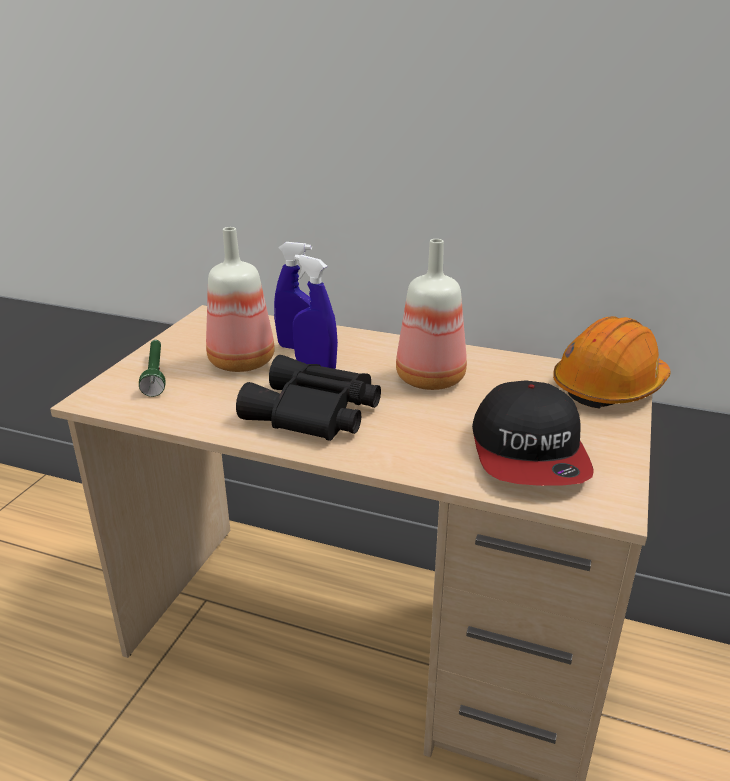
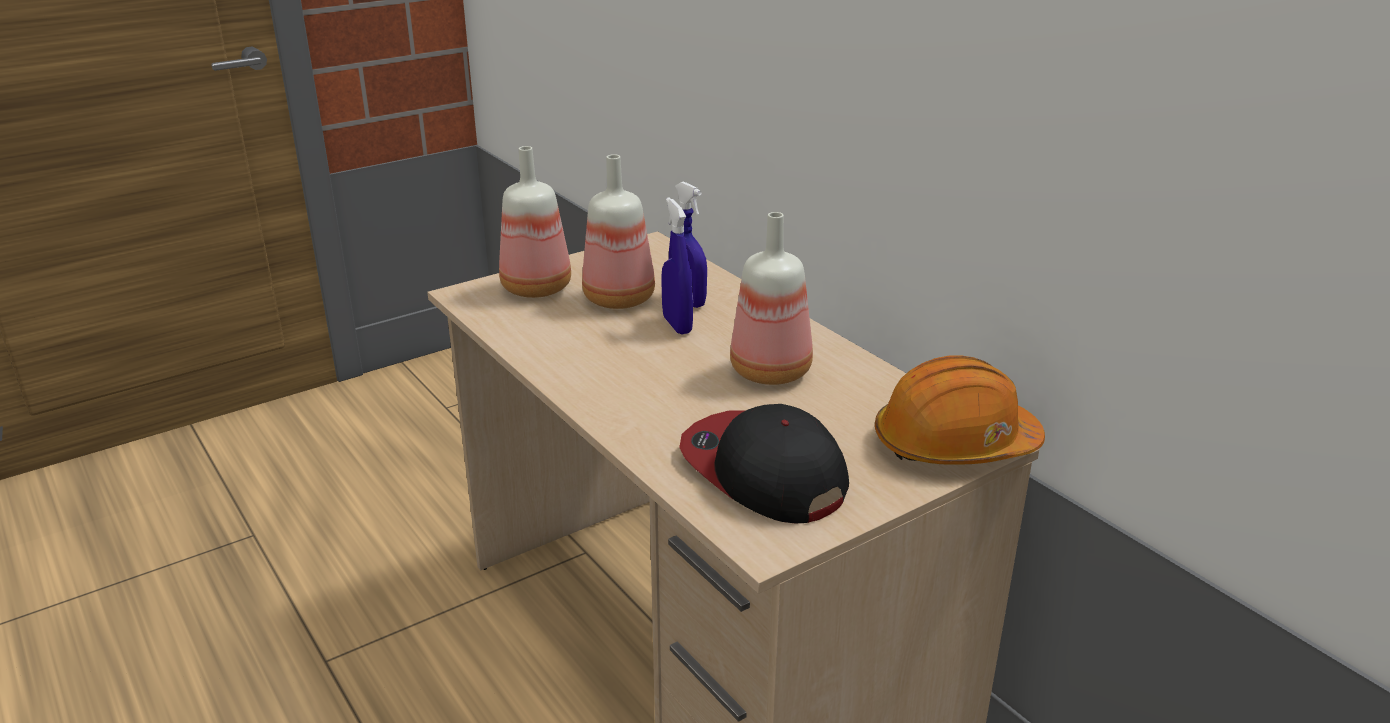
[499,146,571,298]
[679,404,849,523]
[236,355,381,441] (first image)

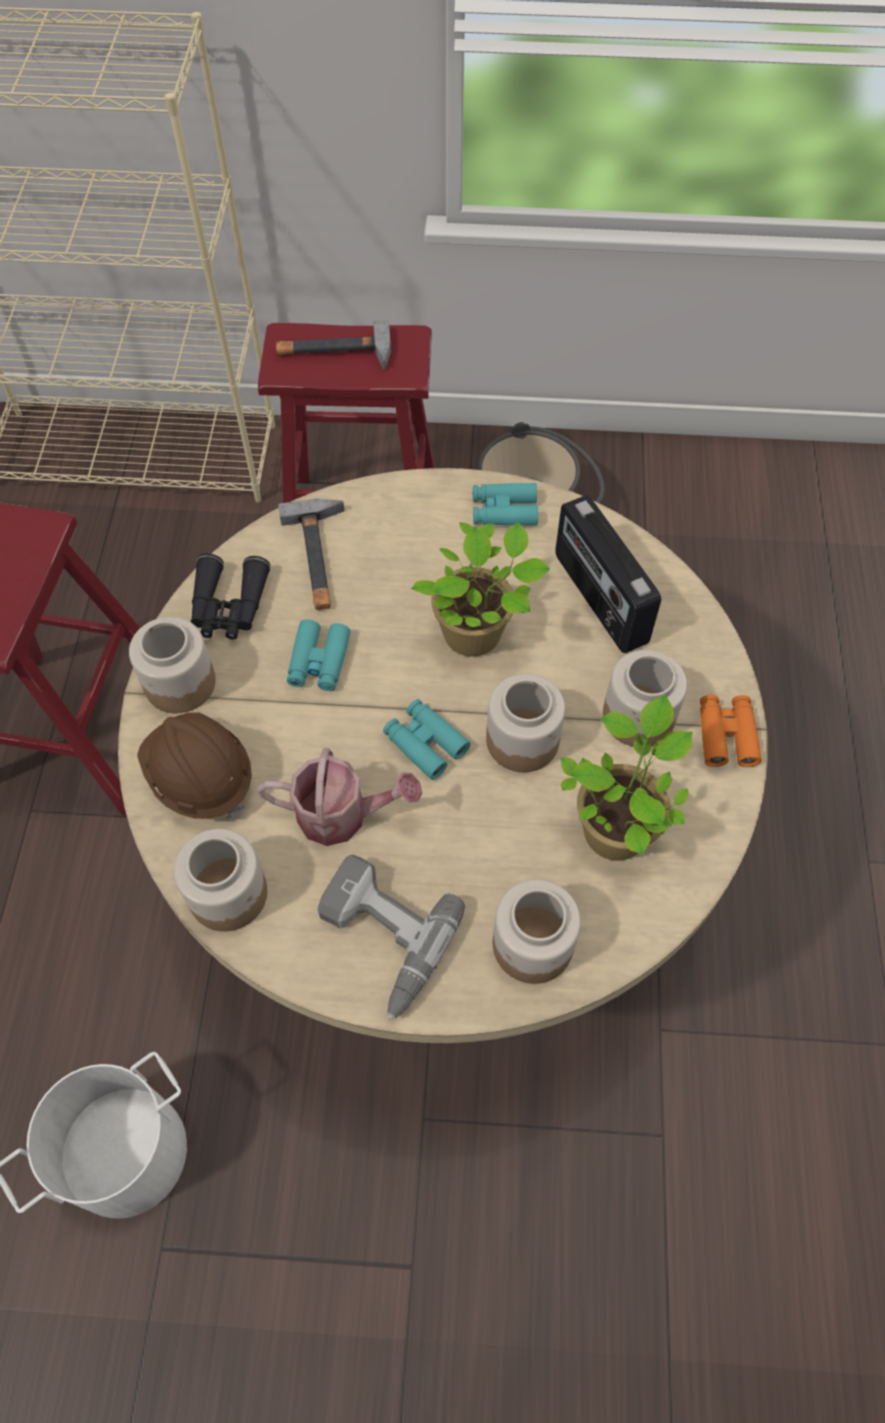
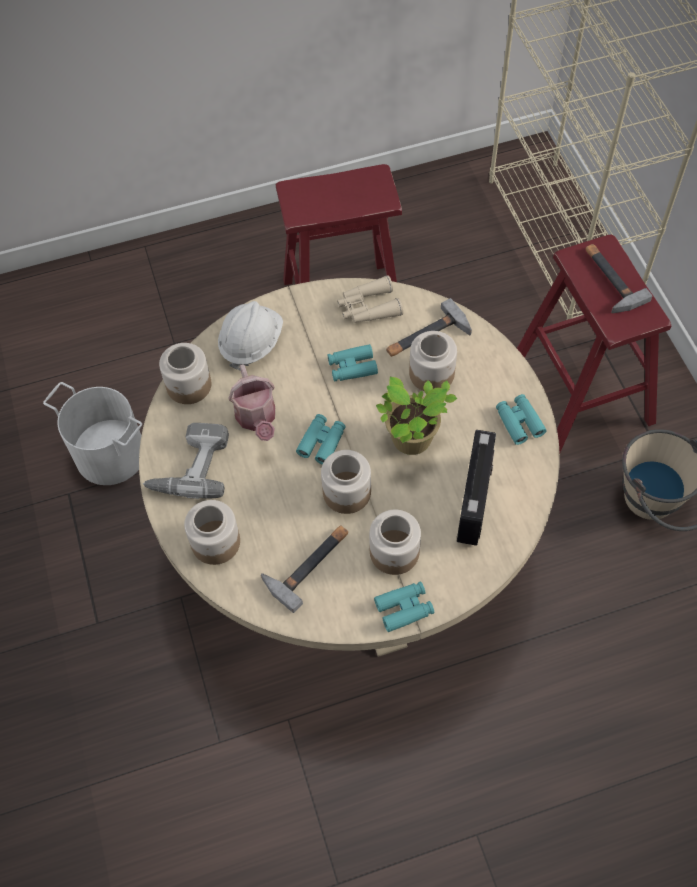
[218,301,283,370]
[261,525,348,613]
[337,275,403,323]
[374,582,434,632]
[409,331,457,391]
[457,430,496,546]

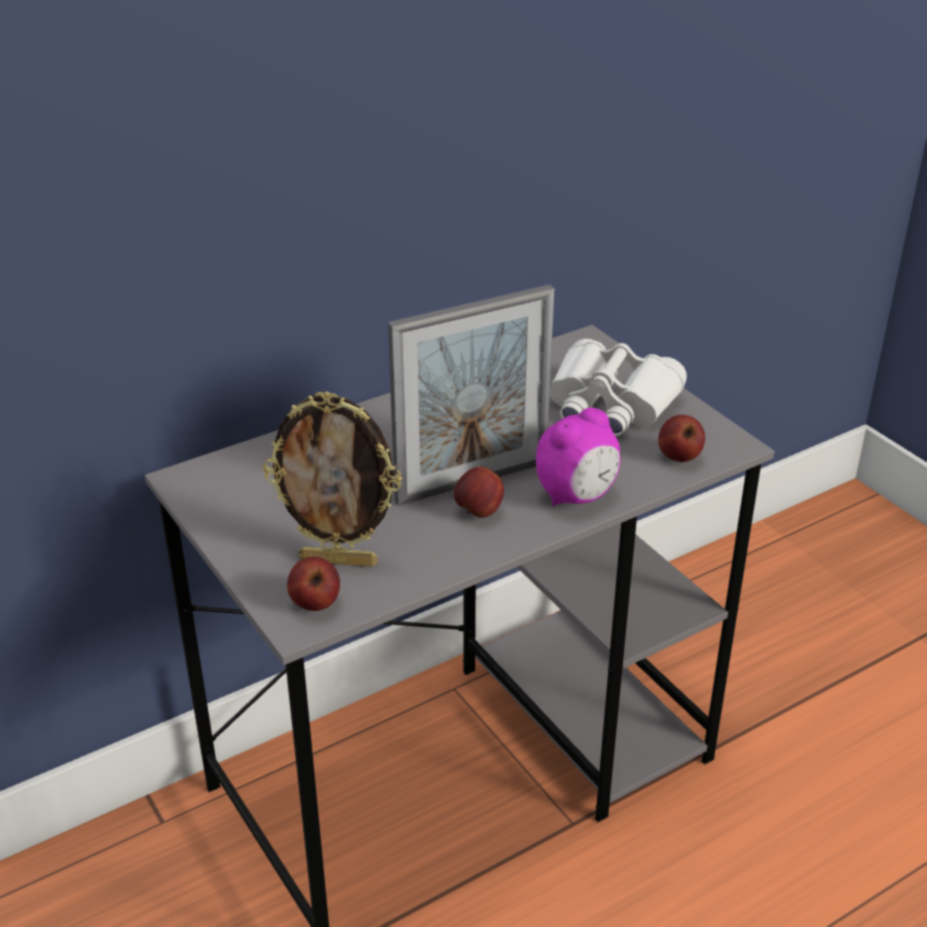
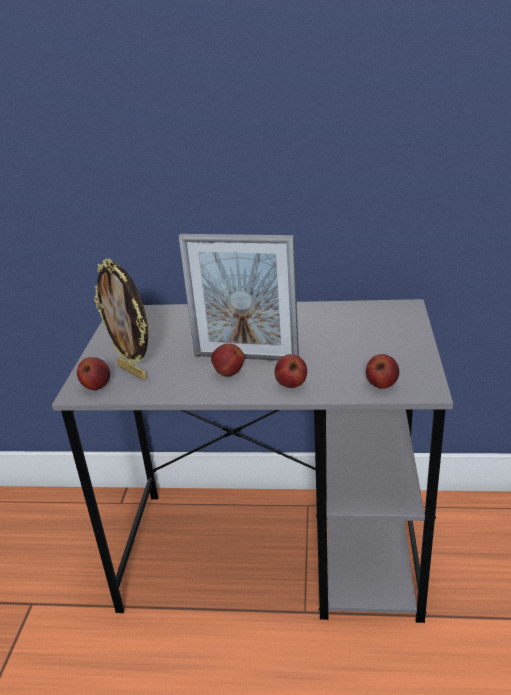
[275,354,307,388]
[550,339,687,436] (first image)

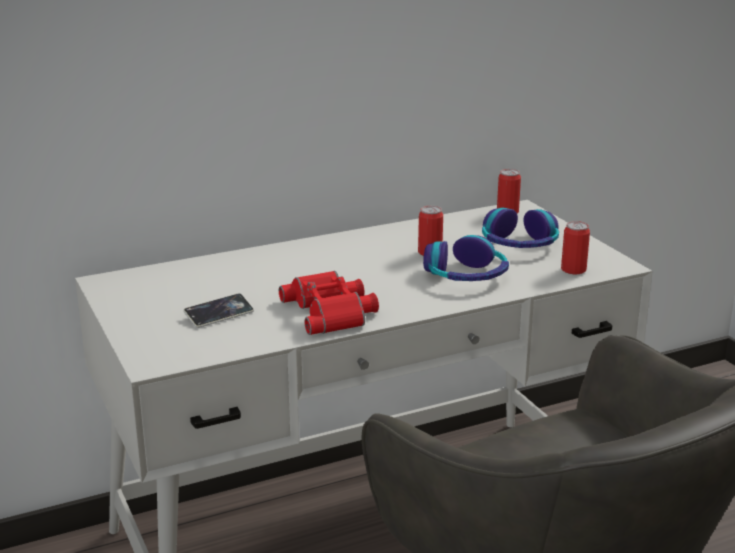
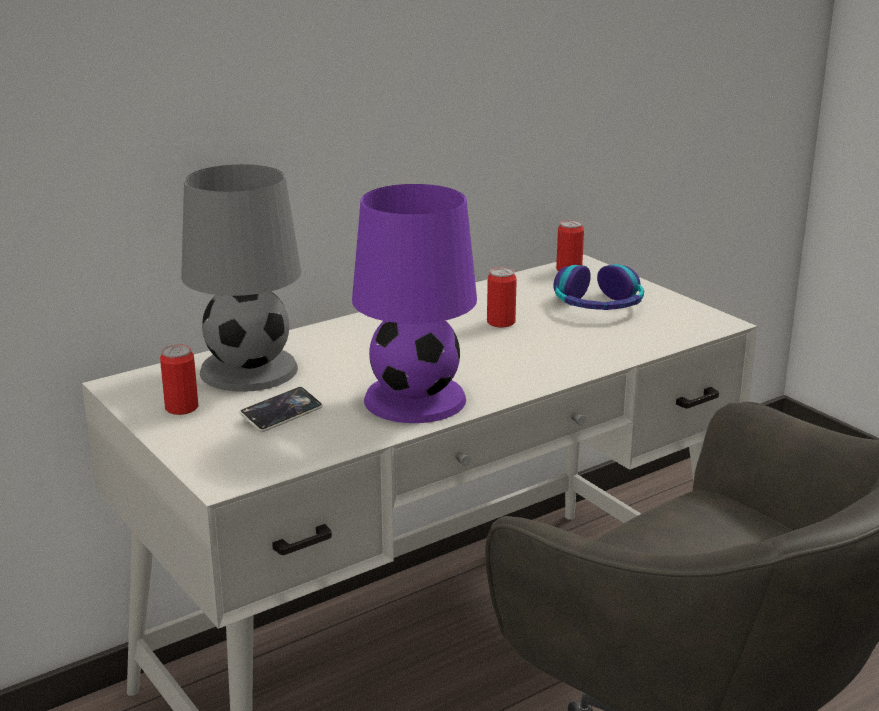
[160,344,199,415]
[181,164,301,392]
[352,184,477,423]
[423,235,509,281] (first image)

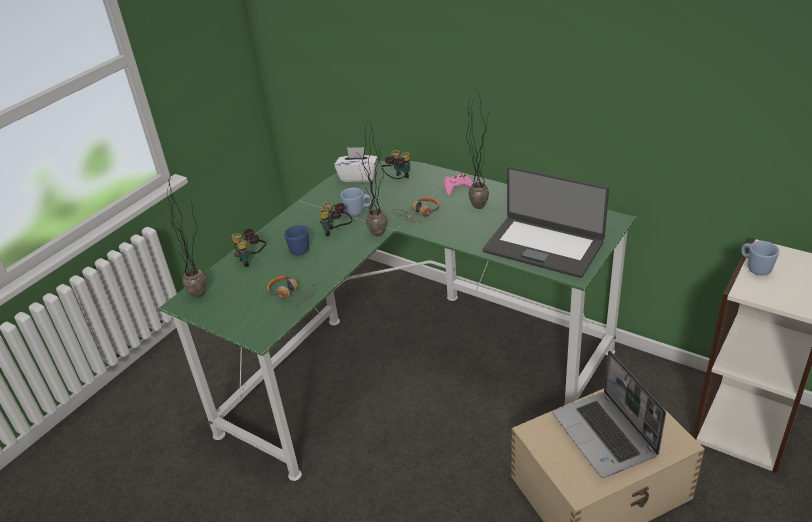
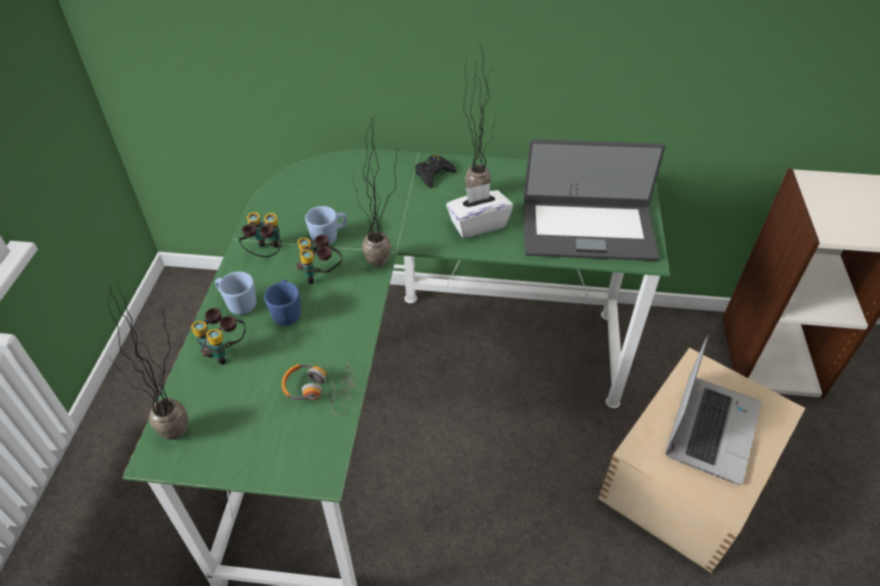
[215,272,256,315]
[239,212,282,257]
[415,155,456,188]
[446,183,513,238]
[665,335,761,485]
[392,197,439,223] (first image)

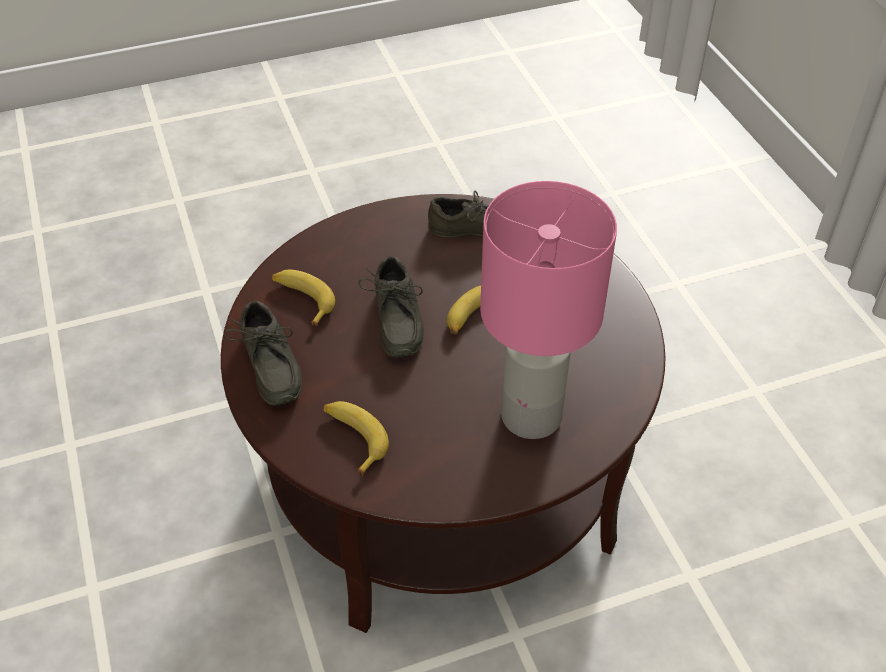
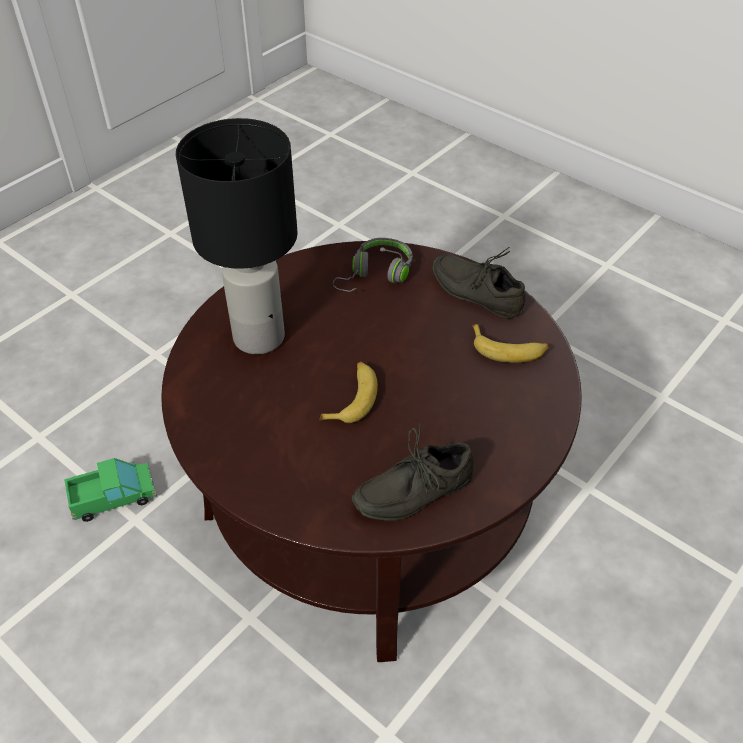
[64,458,157,522]
[176,118,298,354]
[333,238,413,292]
[358,256,424,358] (first image)

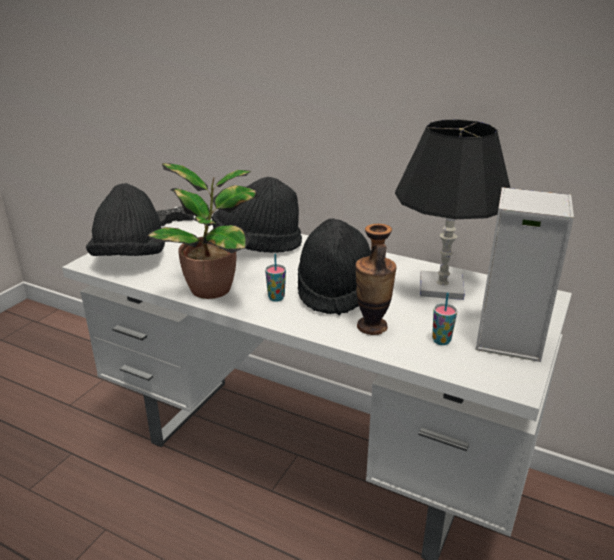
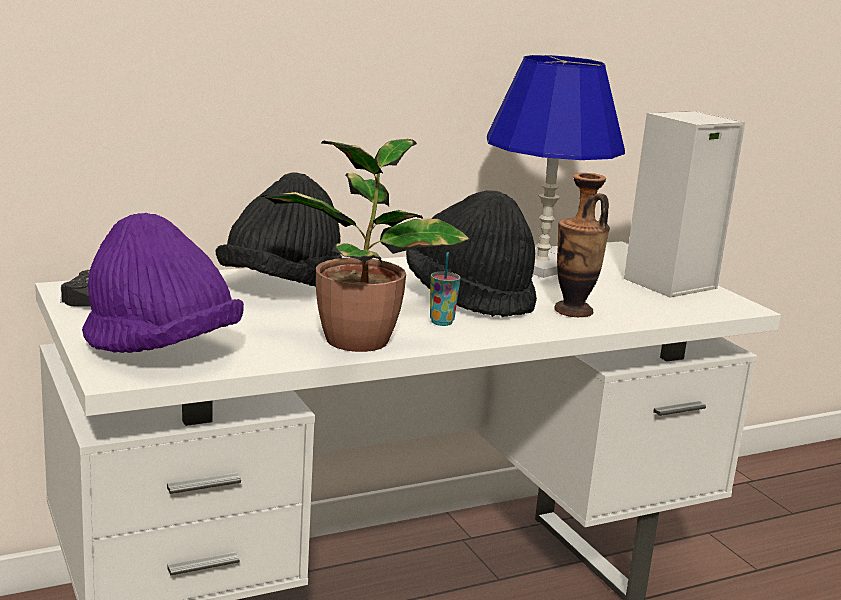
[82,213,244,353]
[487,55,625,278]
[432,293,457,345] (first image)

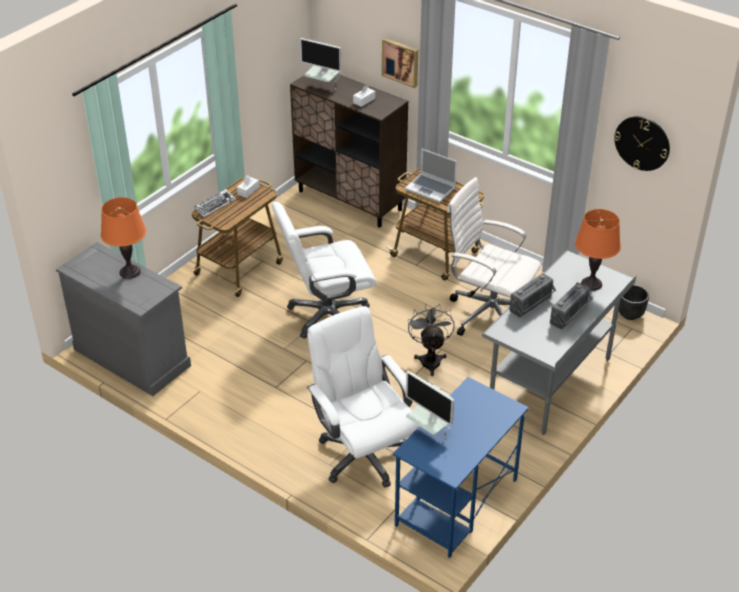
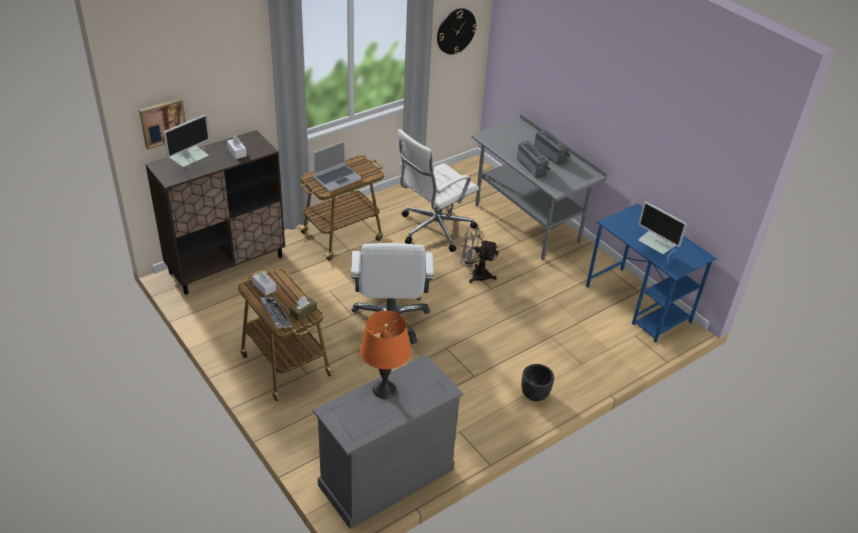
[139,98,186,149]
[290,296,317,322]
[522,364,554,401]
[638,202,687,259]
[307,306,419,487] (first image)
[575,209,621,291] (first image)

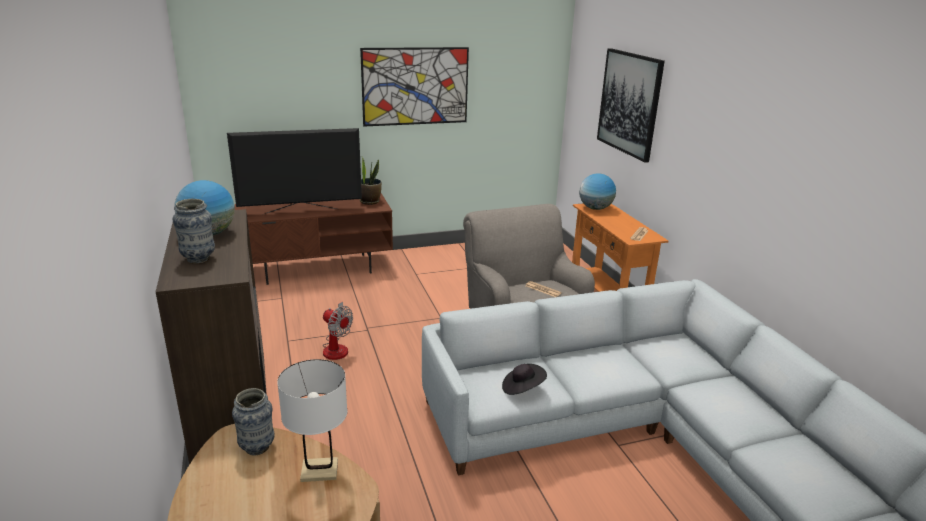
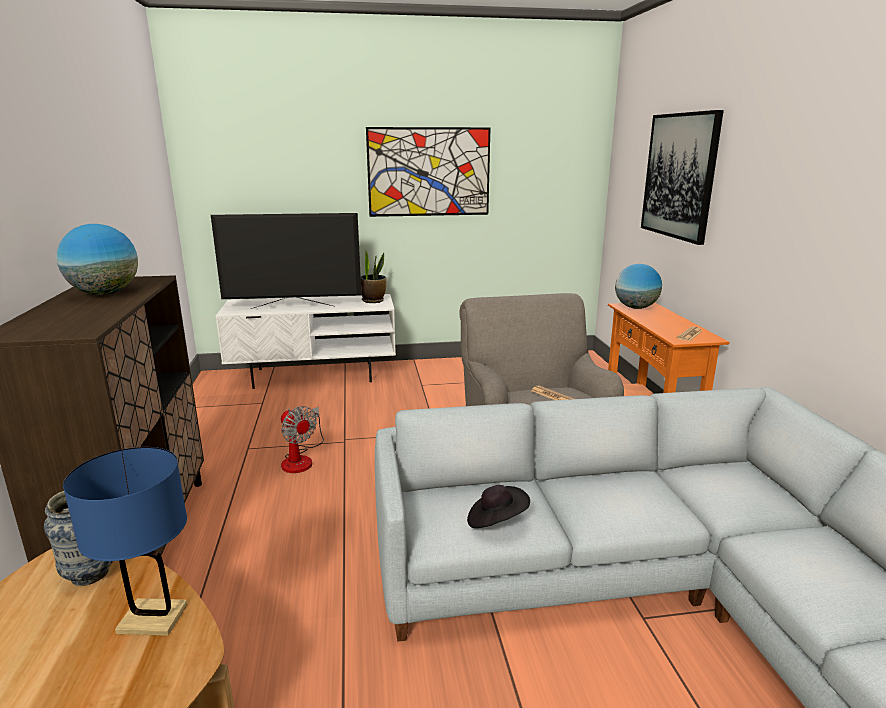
[63,447,187,636]
[215,294,396,389]
[173,199,215,264] (first image)

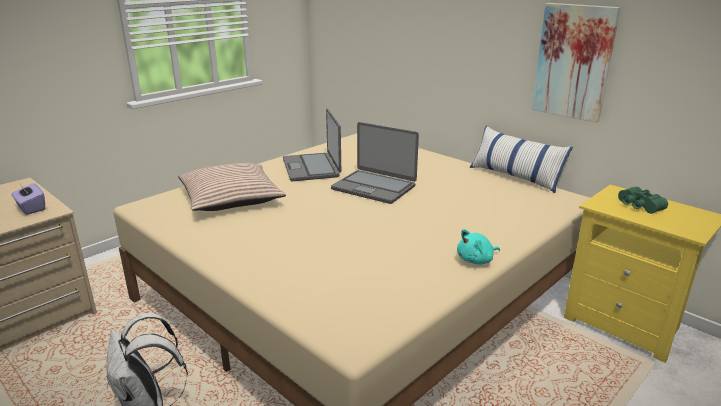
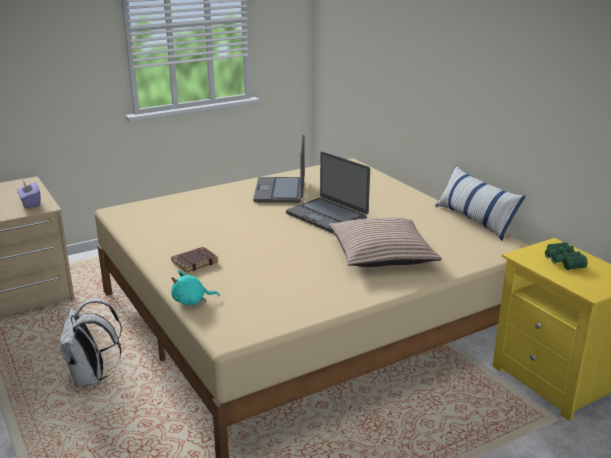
[171,247,218,273]
[171,270,219,305]
[329,217,442,267]
[532,3,621,123] (first image)

